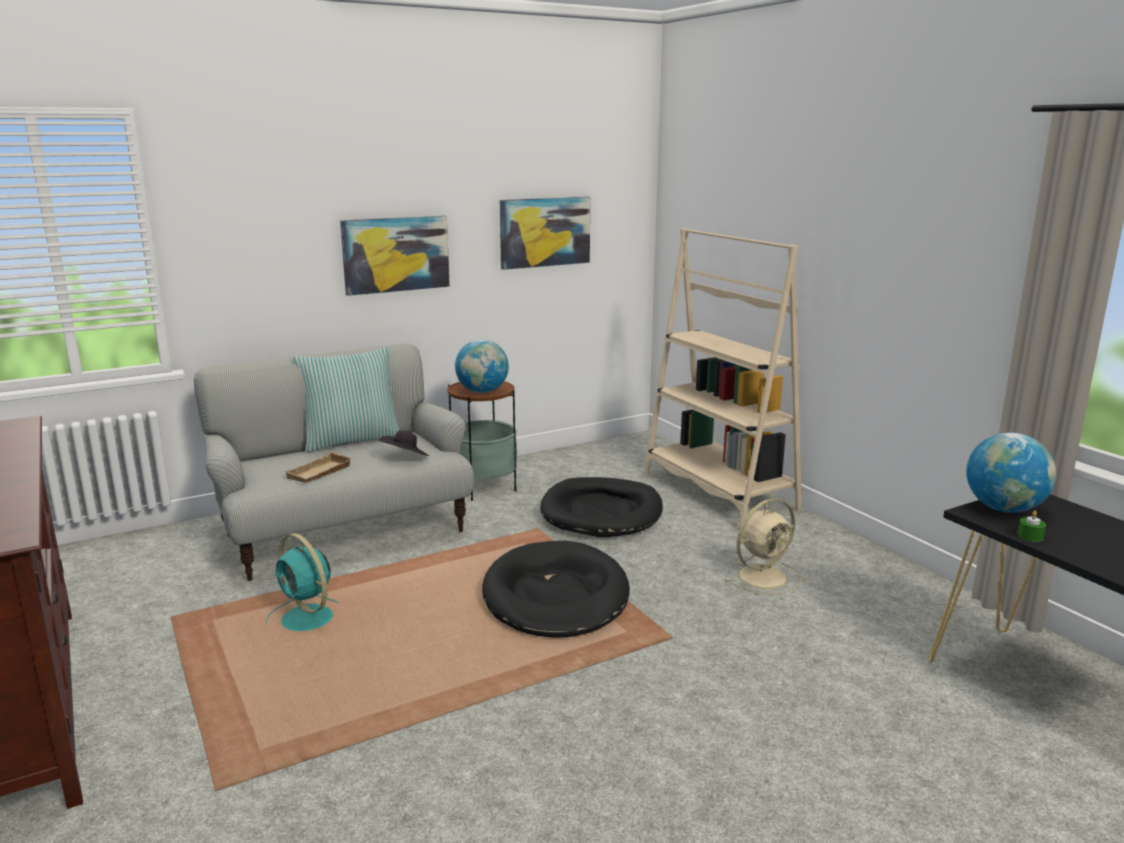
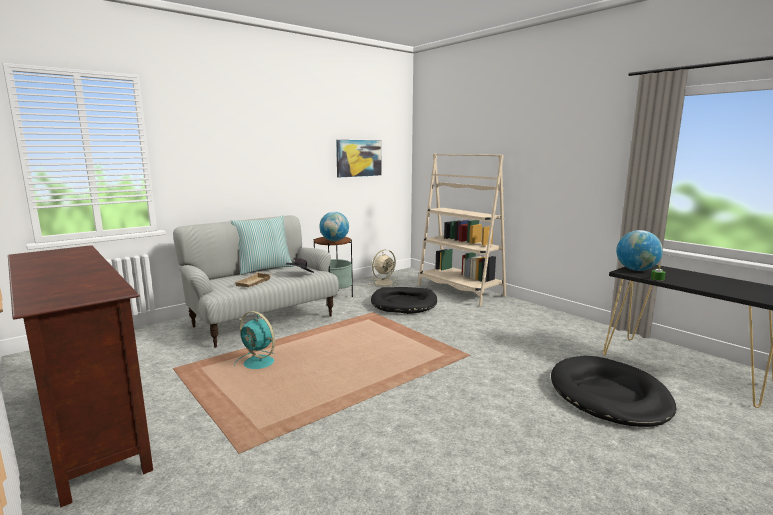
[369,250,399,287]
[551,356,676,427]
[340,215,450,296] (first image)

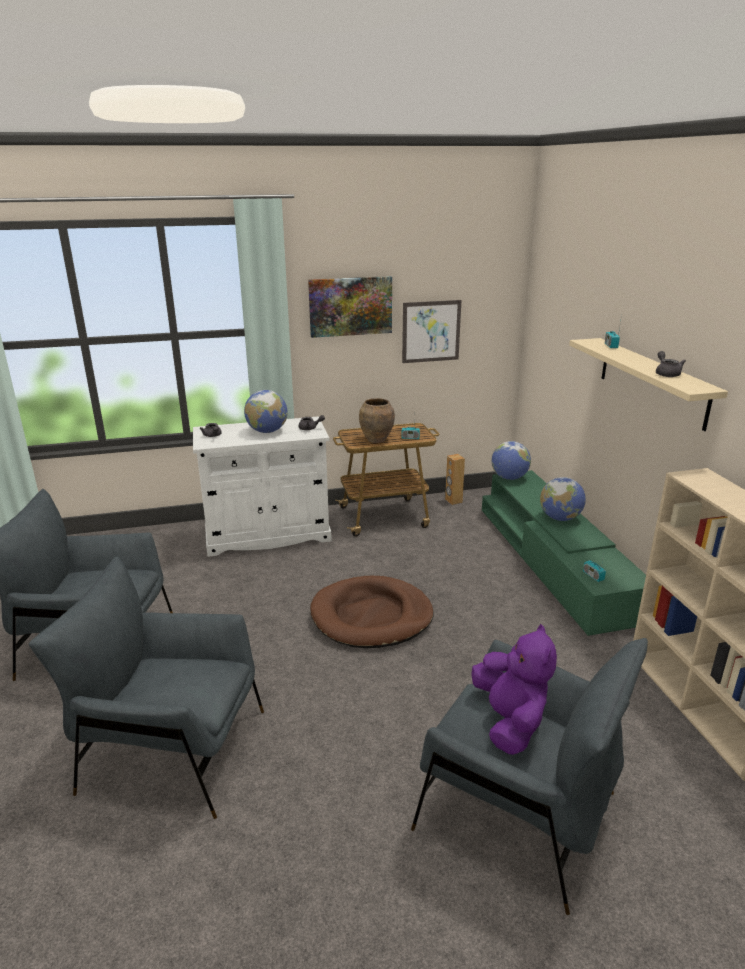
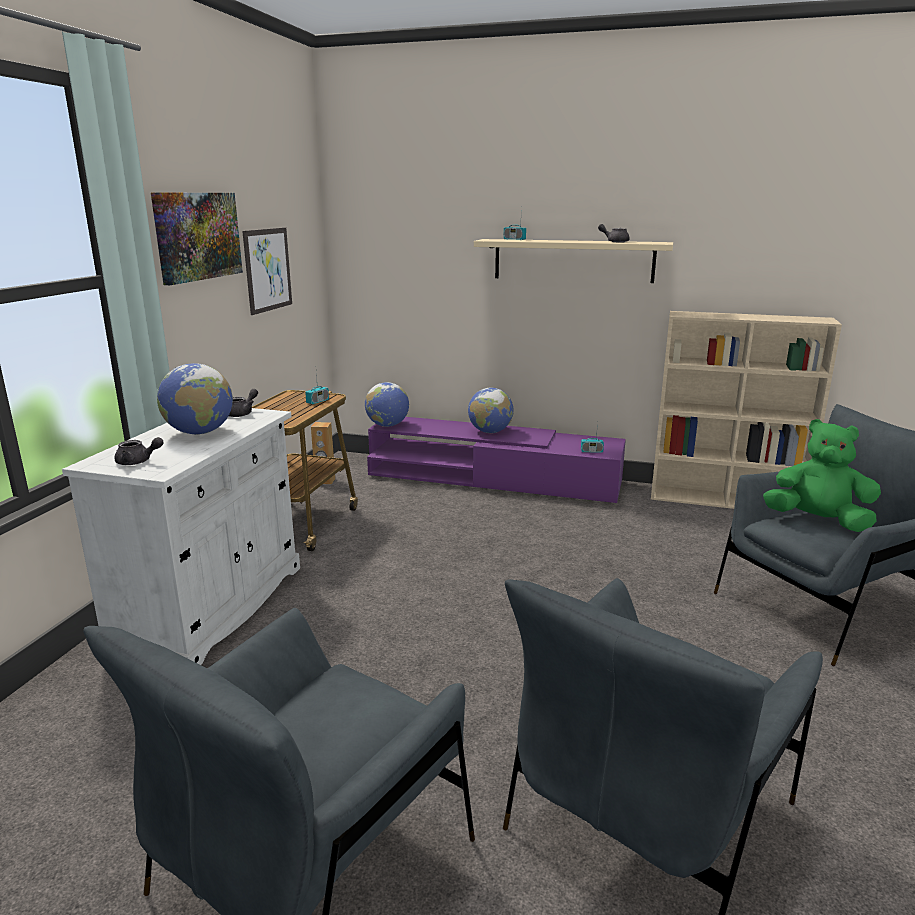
[367,417,626,503]
[763,419,881,532]
[310,576,433,648] (first image)
[359,398,395,443] (first image)

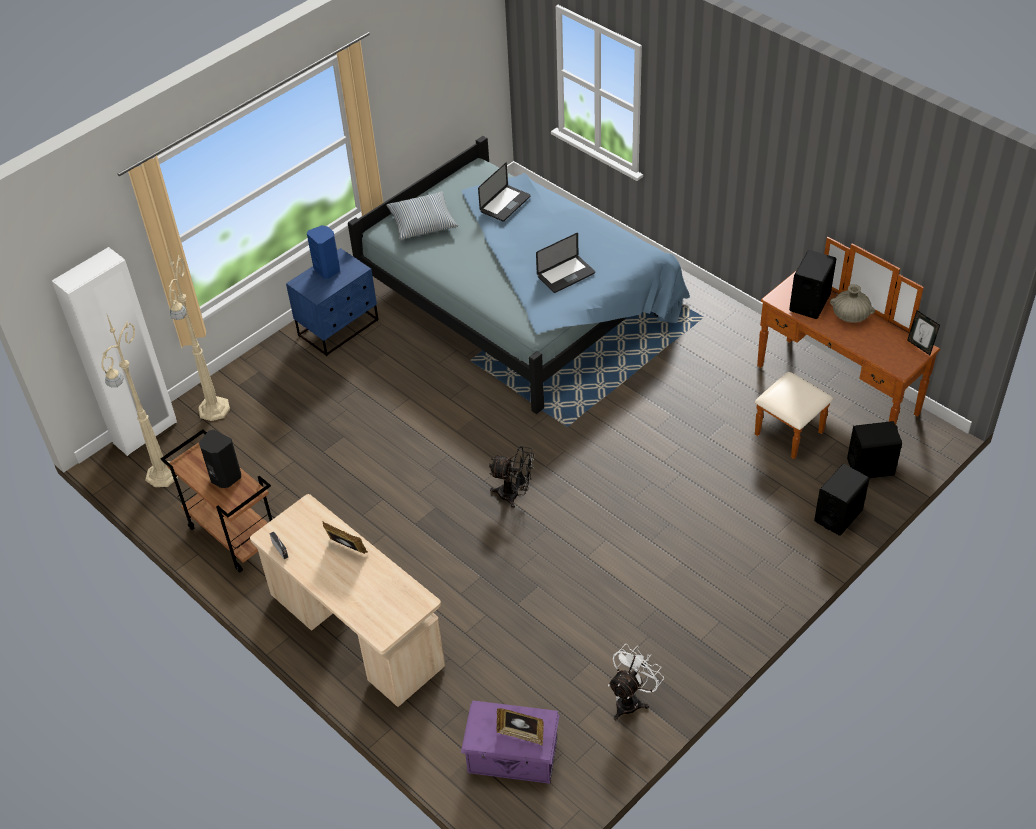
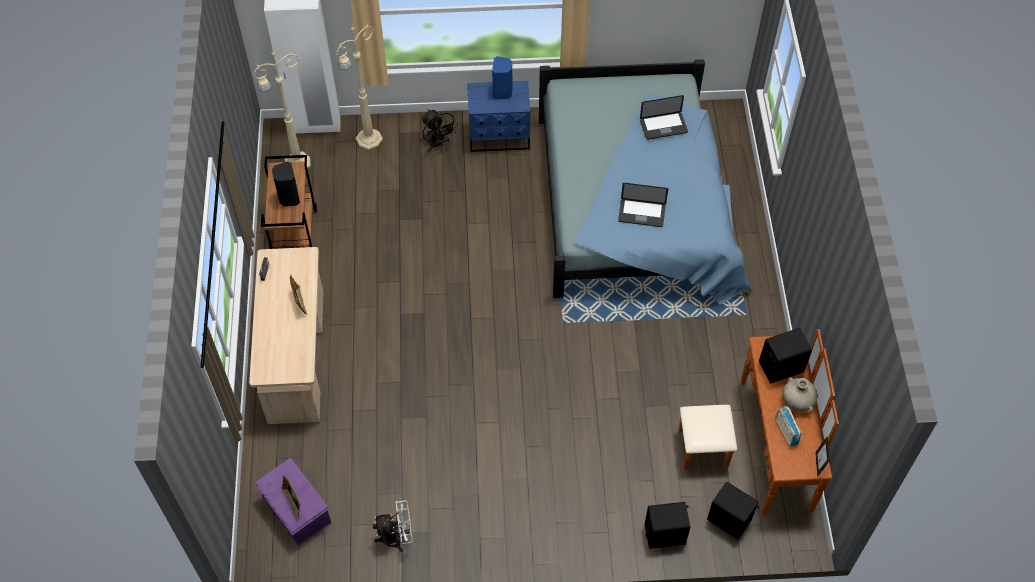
[421,109,458,152]
[775,406,802,447]
[386,191,458,240] (first image)

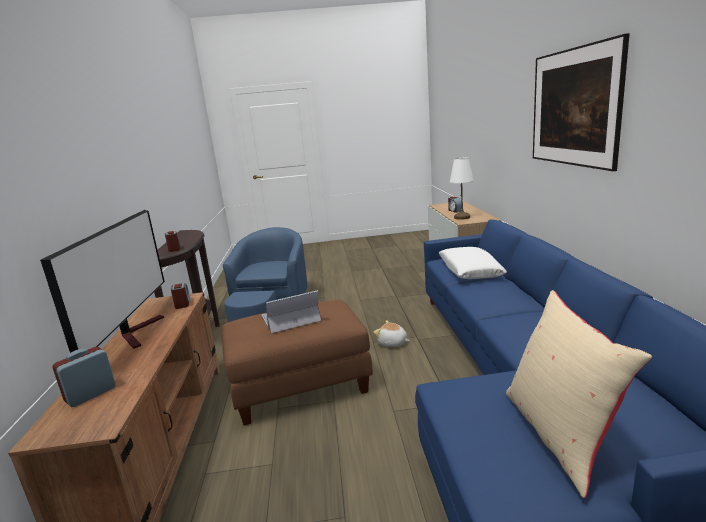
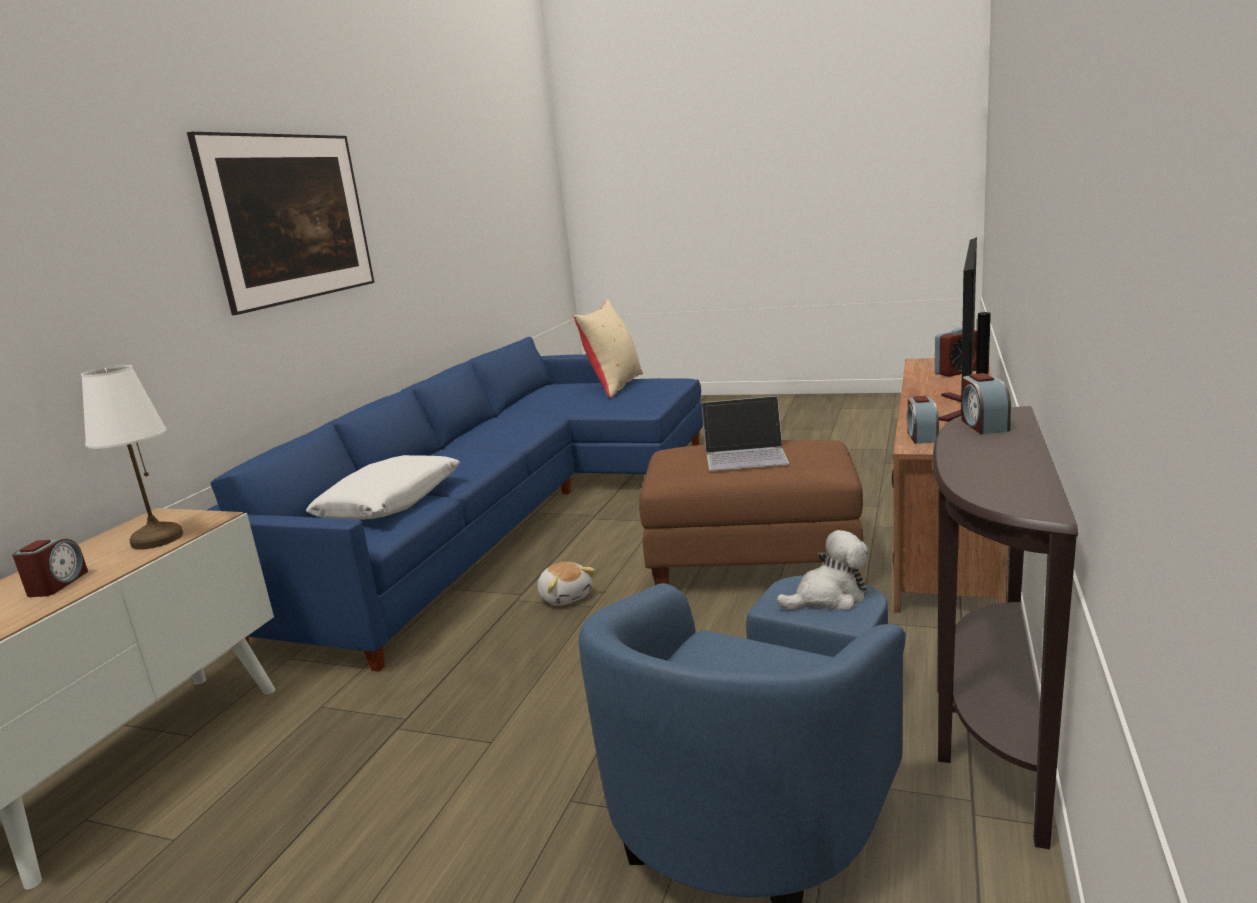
[777,530,869,610]

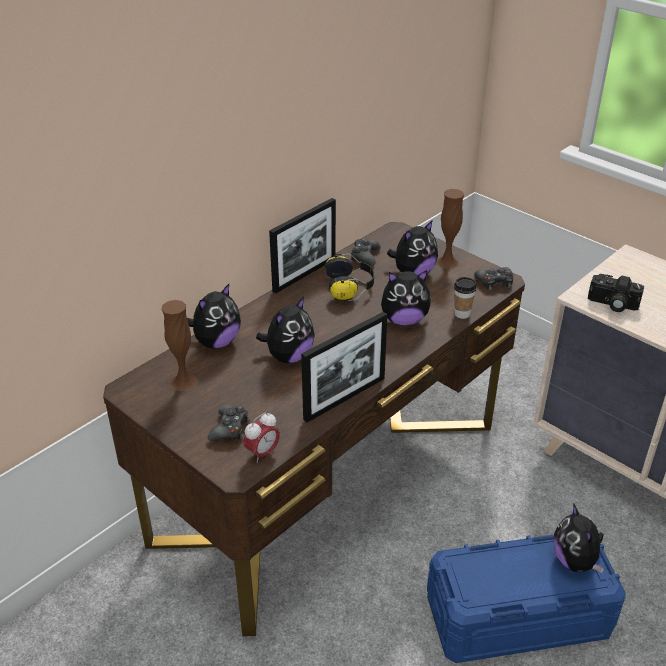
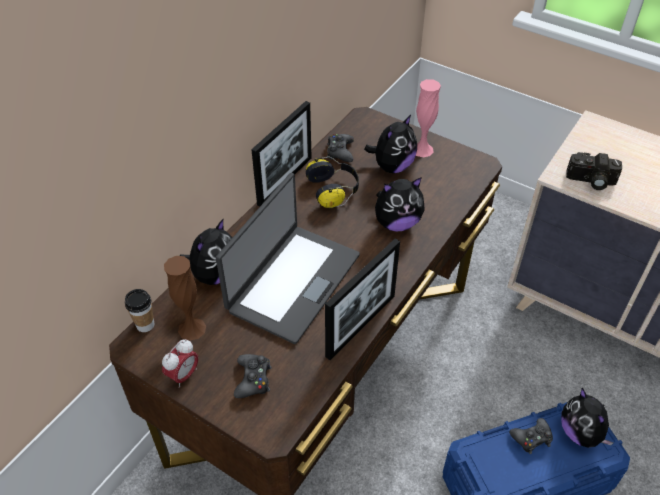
[125,289,154,332]
[162,339,198,388]
[216,173,360,344]
[416,79,441,157]
[509,418,553,454]

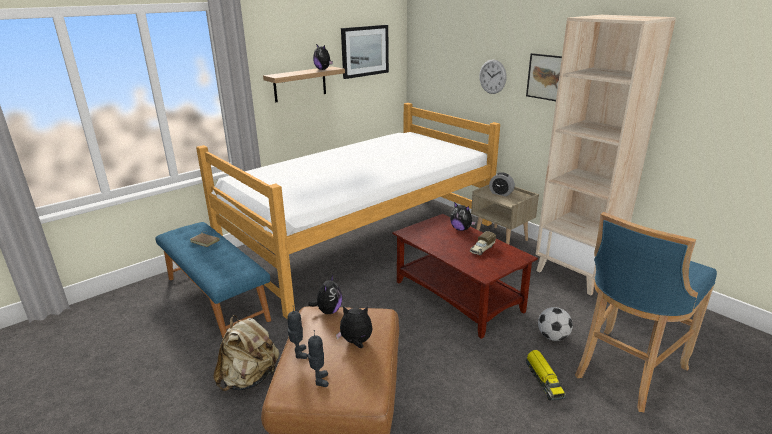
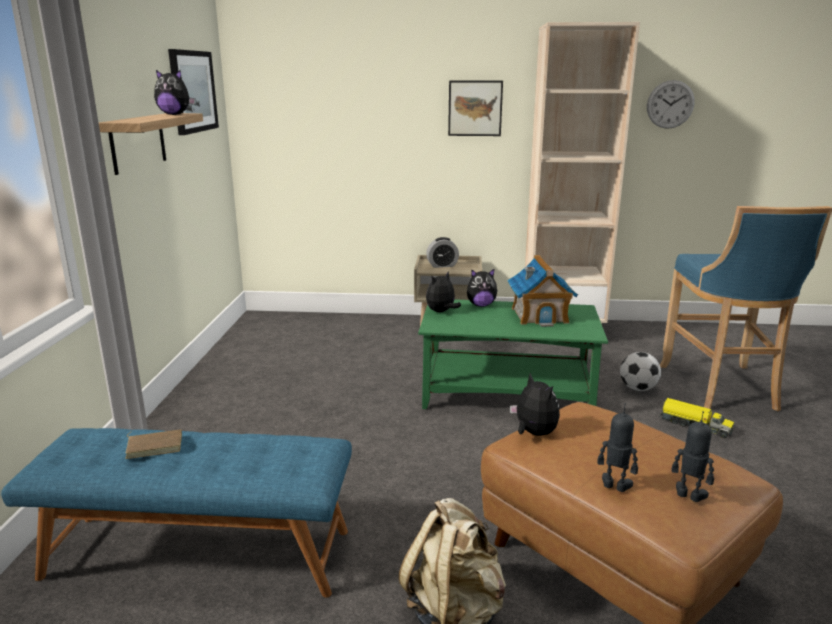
[418,299,608,409]
[426,271,461,312]
[507,255,578,327]
[647,80,695,129]
[196,103,500,320] (first image)

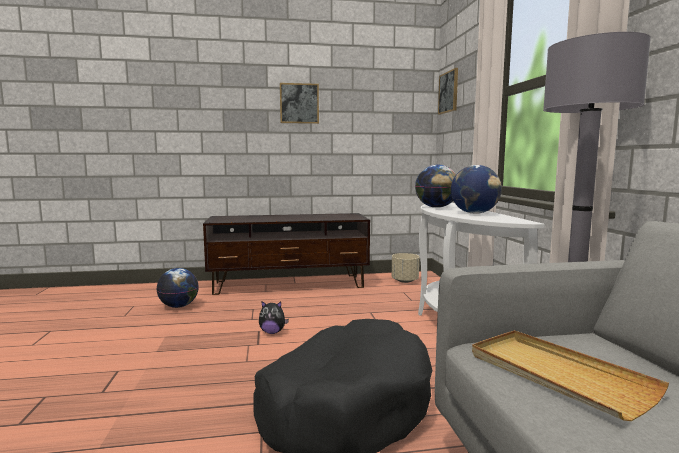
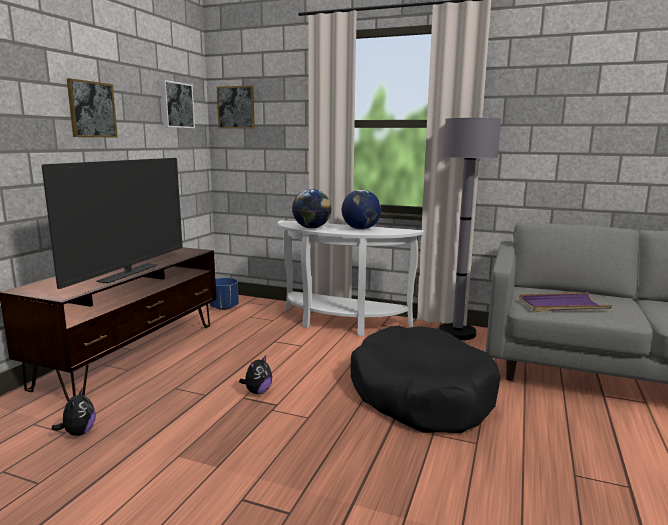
[42,158,183,289]
[52,388,96,436]
[160,80,195,128]
[209,278,239,310]
[519,293,612,312]

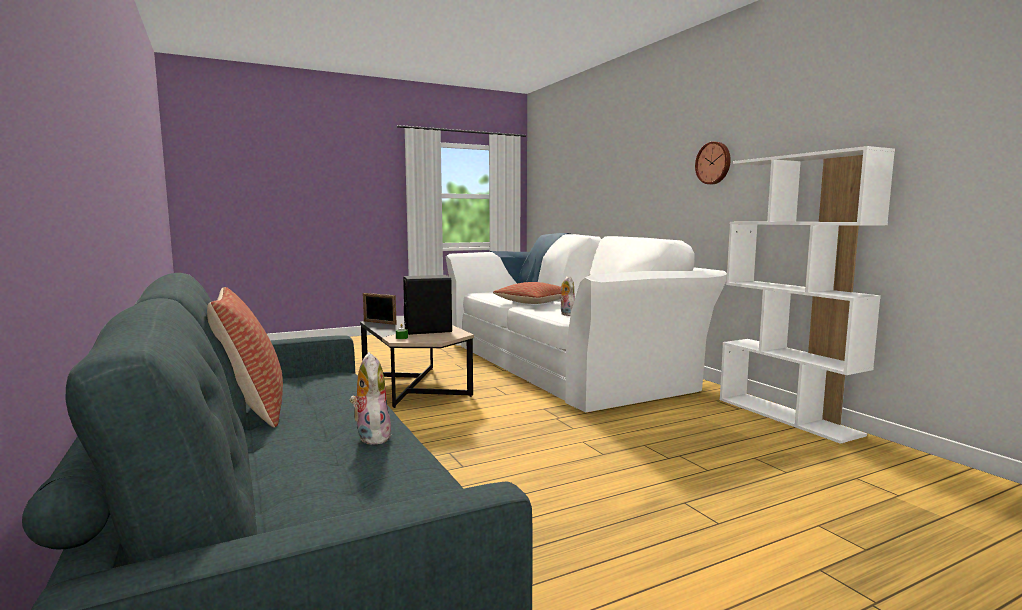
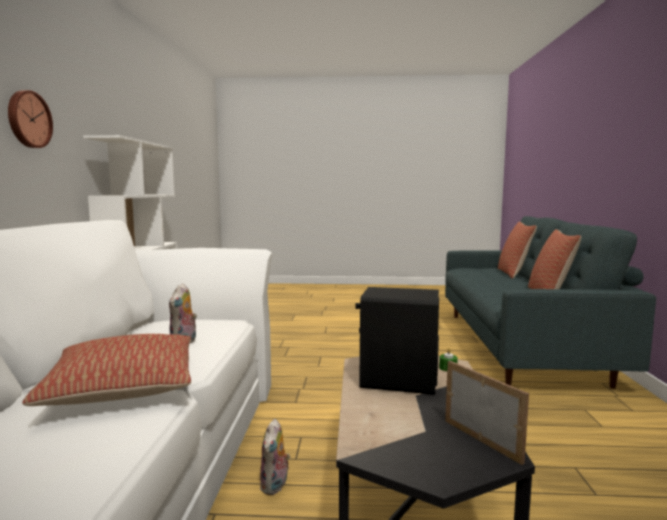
[260,419,290,495]
[498,222,537,279]

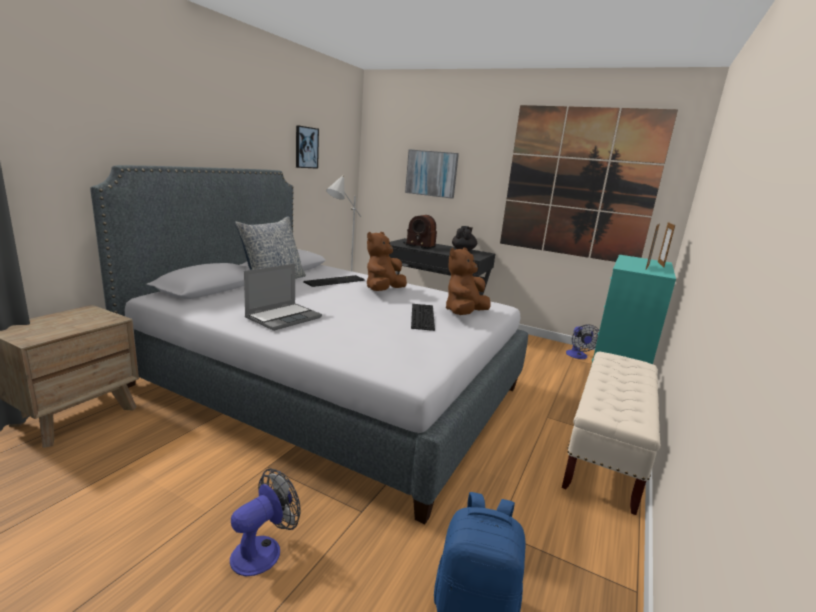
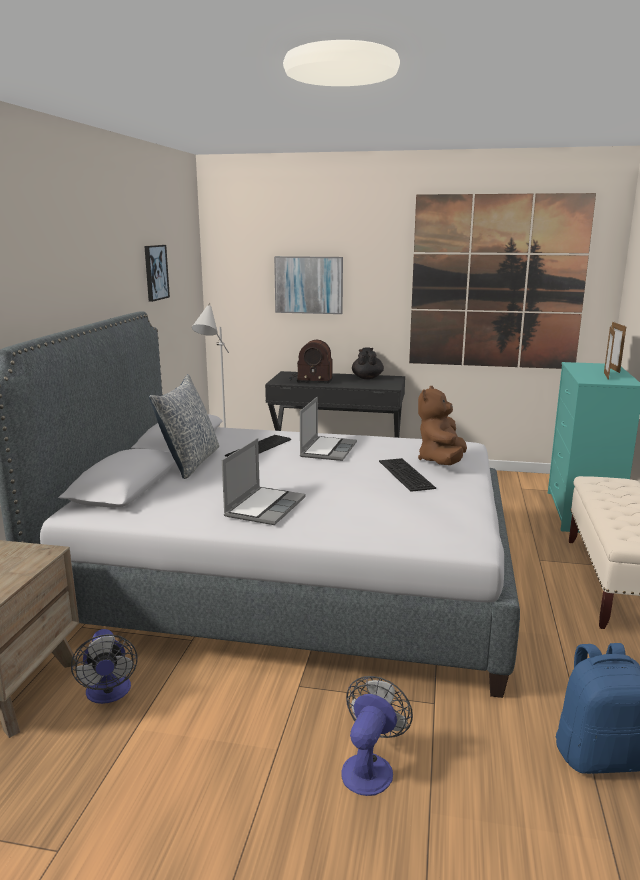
[71,629,138,704]
[300,397,357,461]

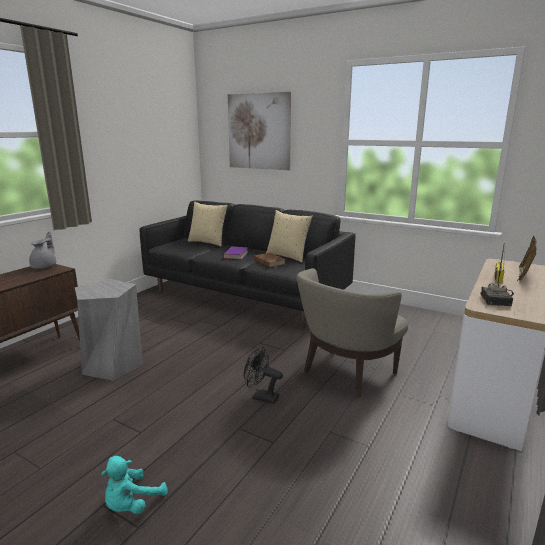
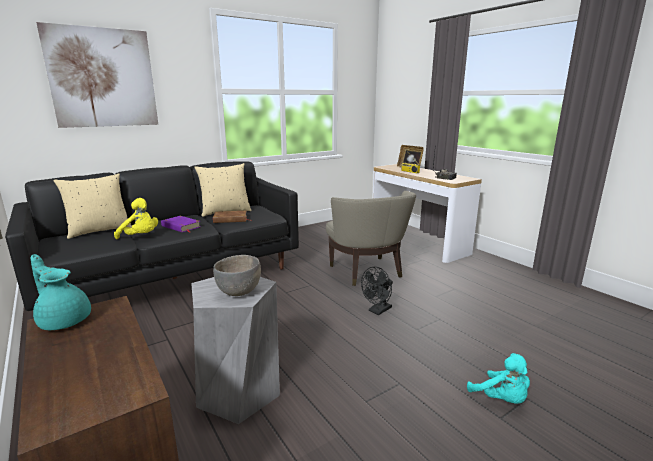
[31,254,91,330]
[114,198,158,239]
[213,255,261,296]

